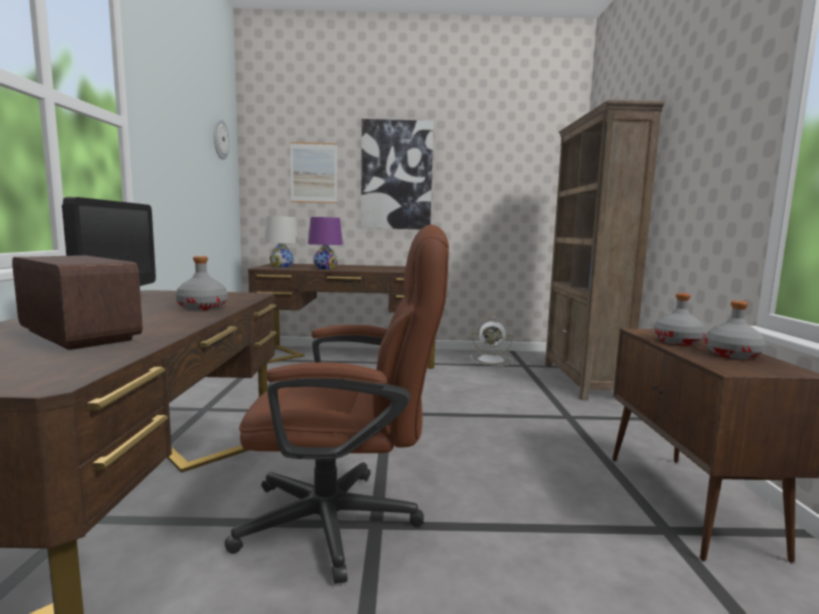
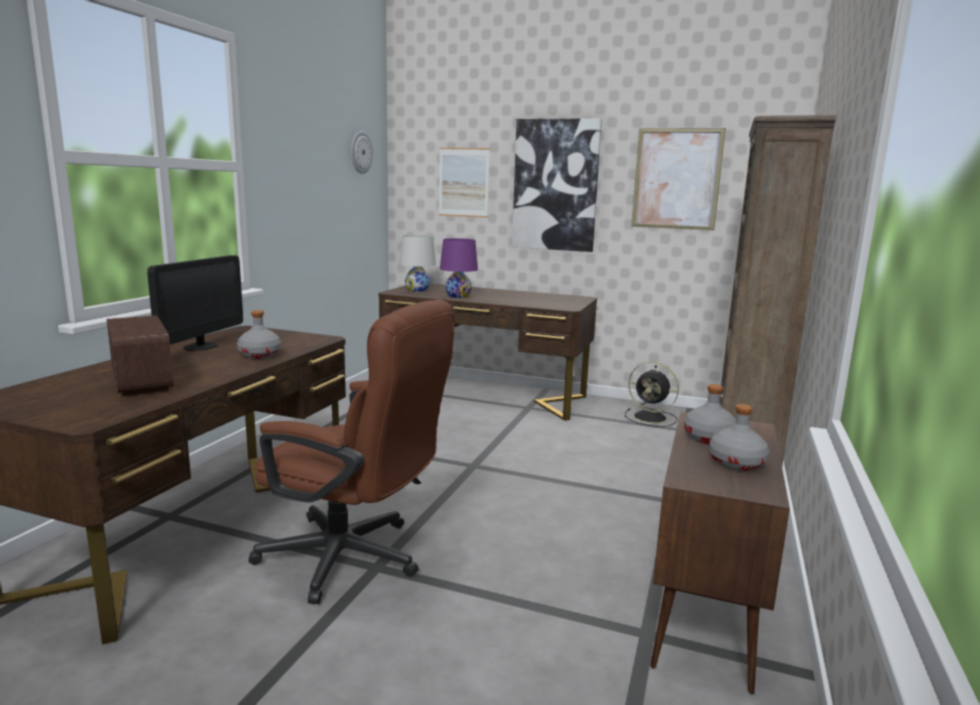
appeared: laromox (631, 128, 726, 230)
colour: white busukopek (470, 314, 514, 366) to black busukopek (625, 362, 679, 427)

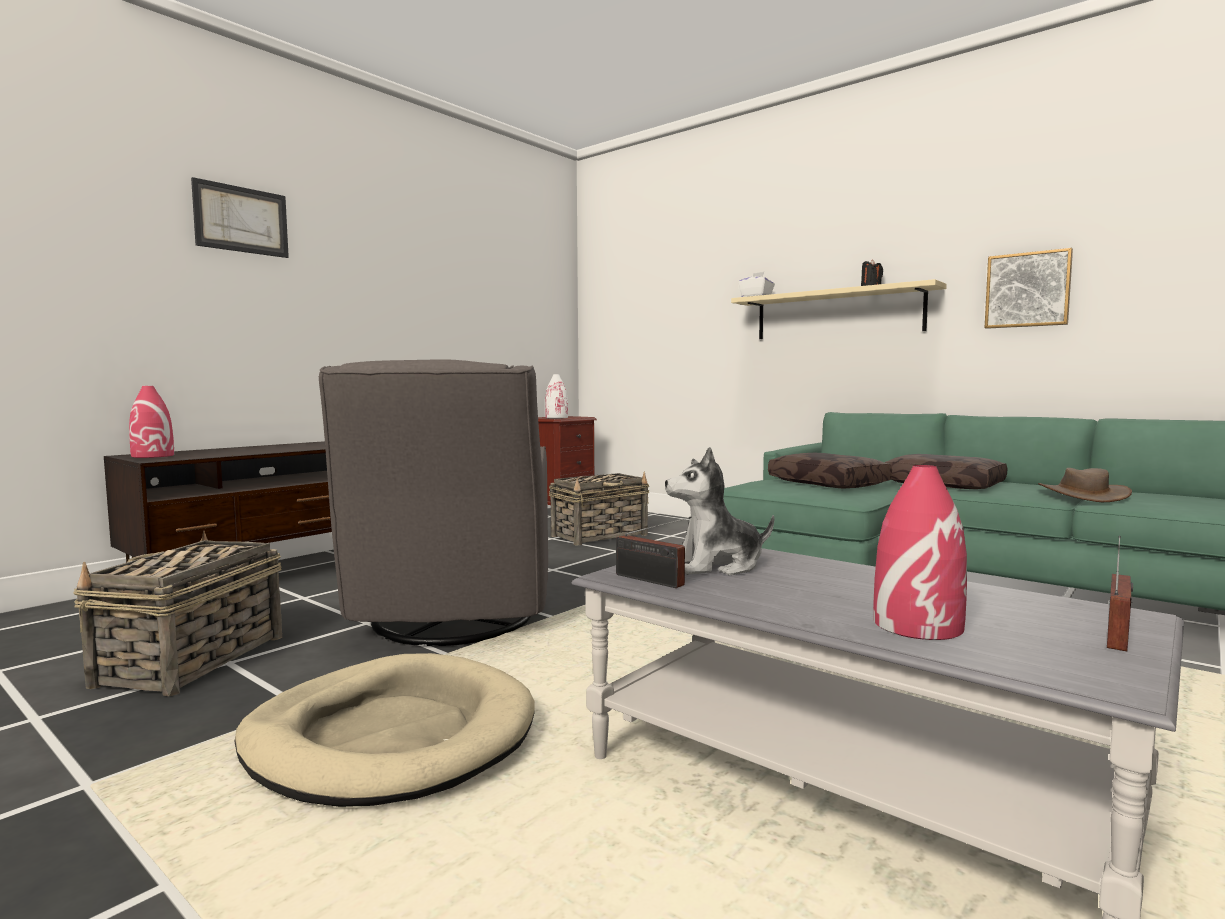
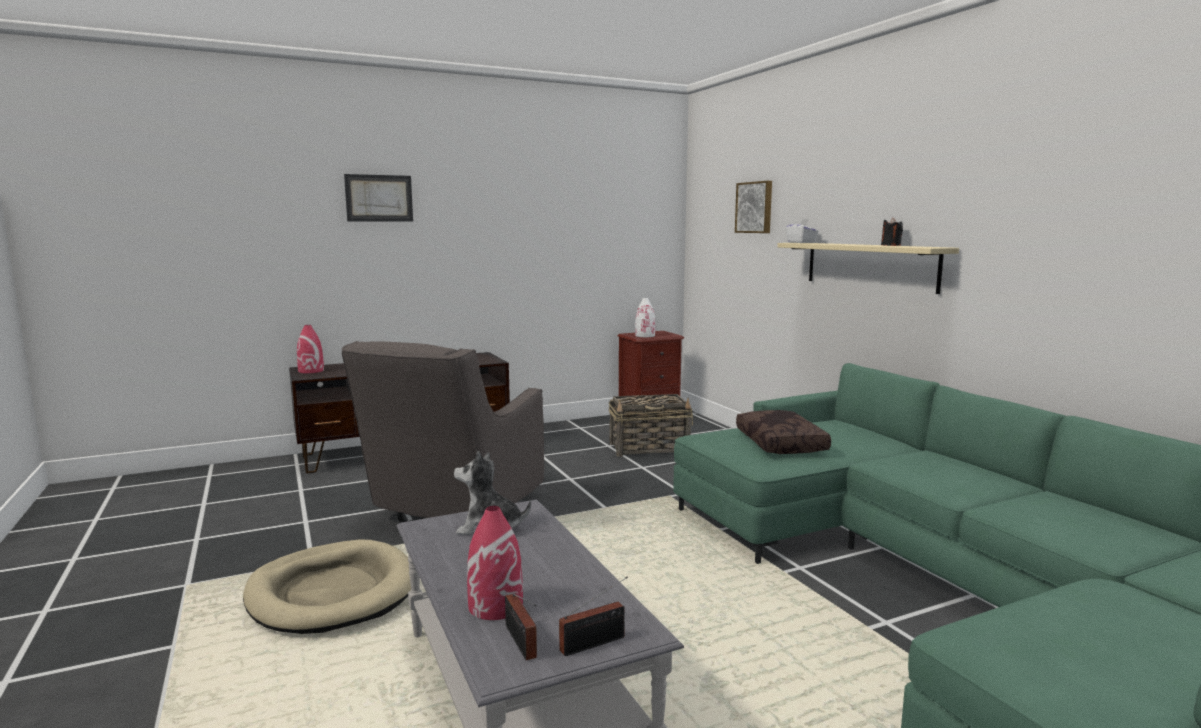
missing: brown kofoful (884, 454, 1007, 489); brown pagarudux (1038, 468, 1132, 502); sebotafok (73, 530, 282, 696)
relocated: laromox (985, 248, 1073, 329) to (735, 181, 772, 233); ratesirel (616, 517, 692, 588) to (505, 593, 537, 660)

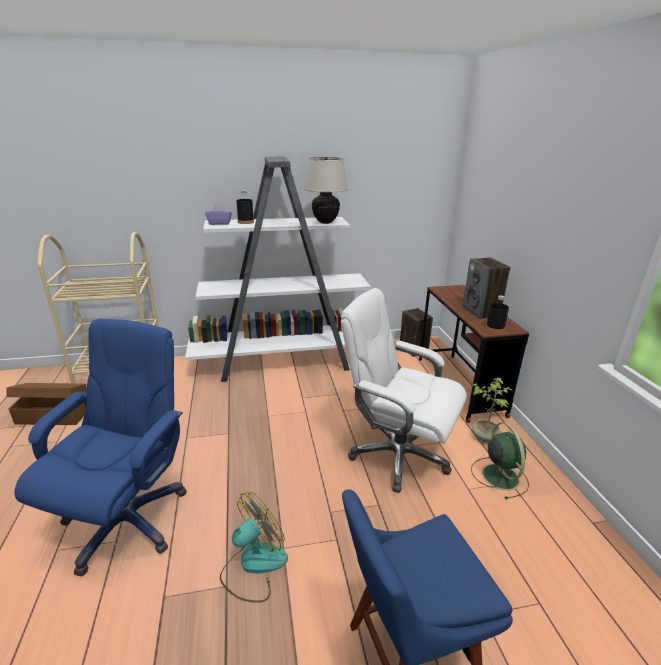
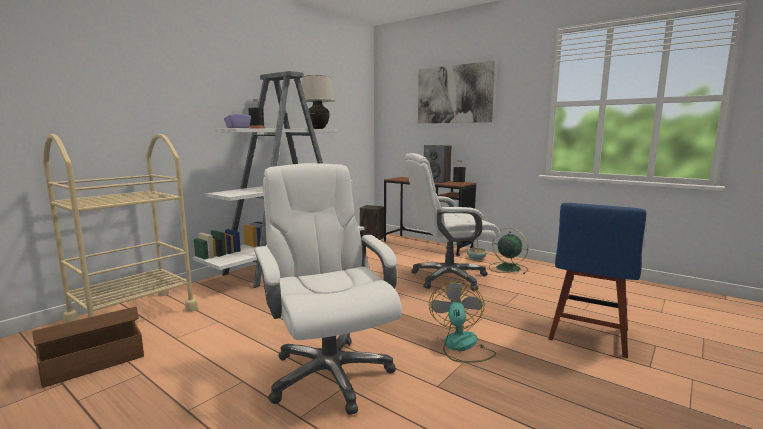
appeared: laromox (418, 61, 495, 123)
colour: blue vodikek (14, 319, 187, 576) to white vodikek (254, 163, 402, 415)

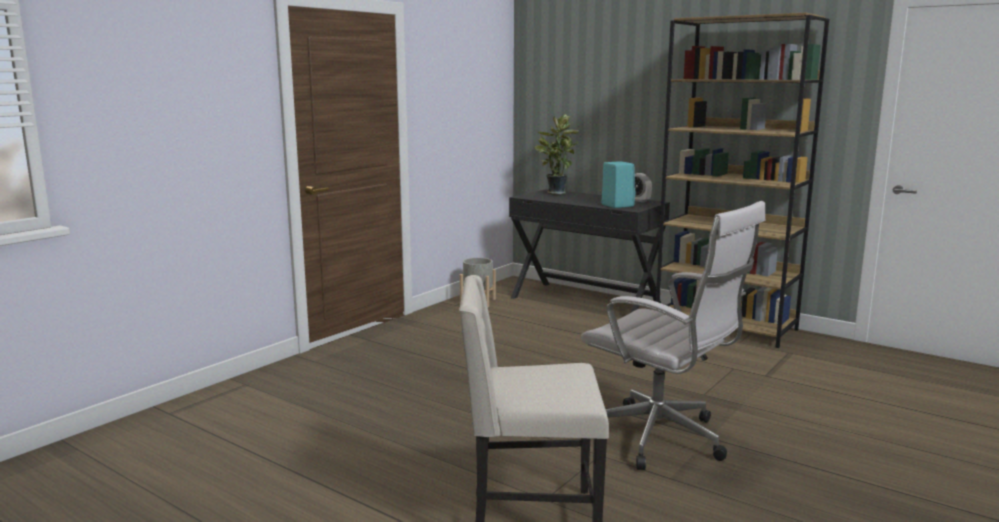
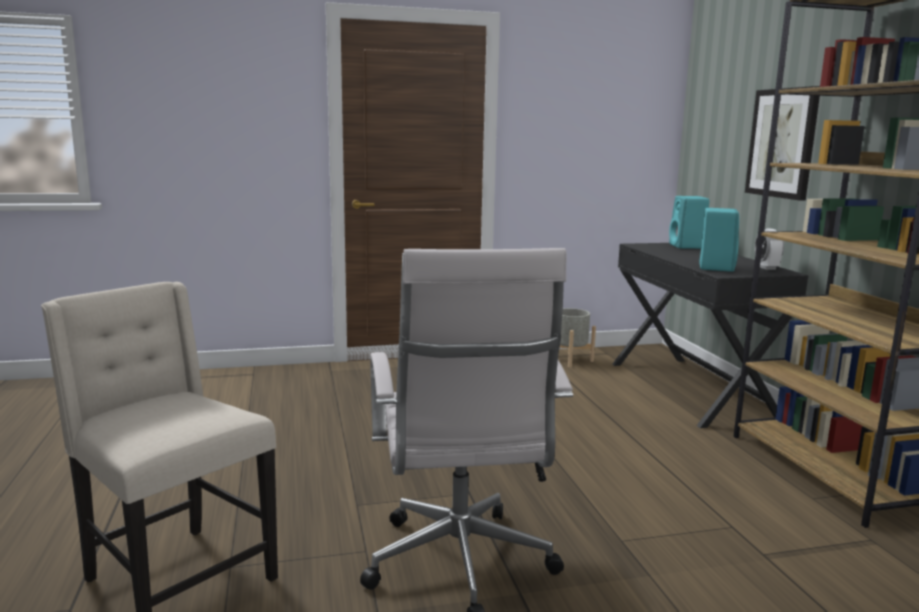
appeared: laromox (745, 86, 820, 201)
exchanged: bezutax (534, 114, 579, 195) to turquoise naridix (669, 196, 710, 249)

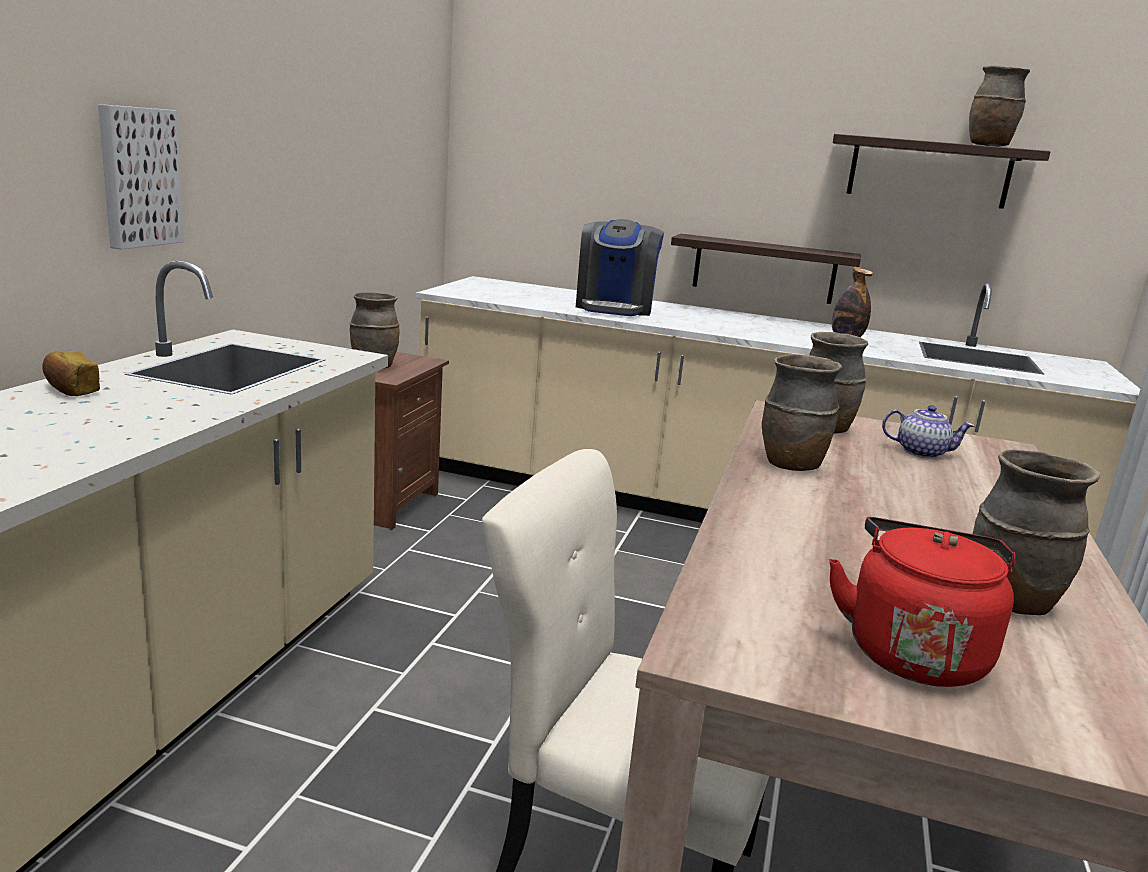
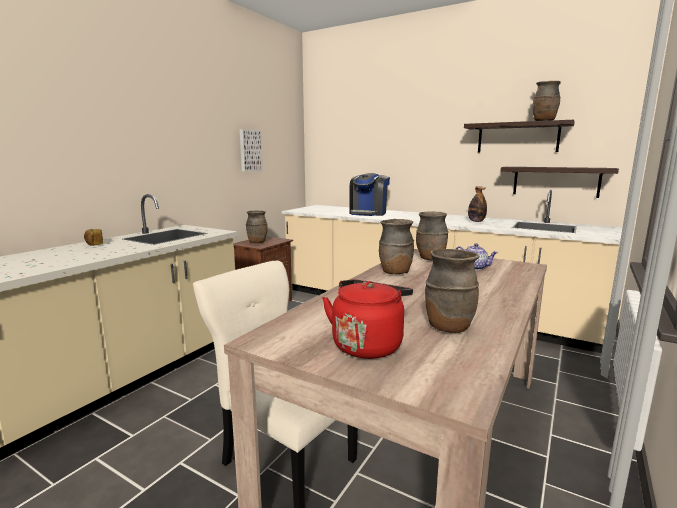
relocated: laromox (98, 104, 184, 250) to (240, 129, 263, 172); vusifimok (671, 234, 861, 304) to (501, 167, 619, 198)

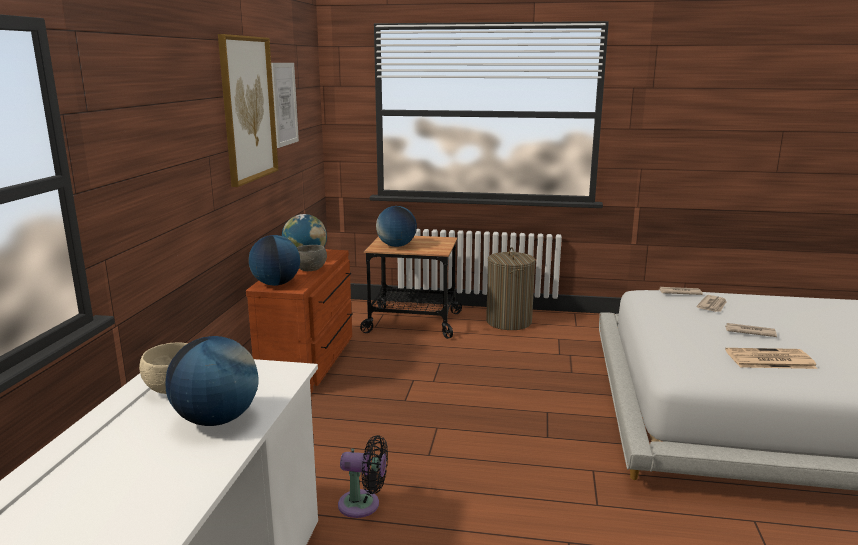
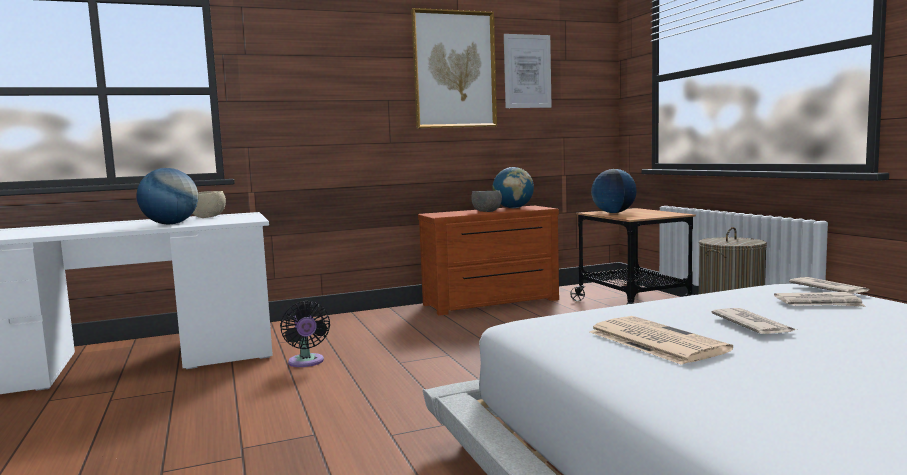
missing: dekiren (249, 235, 300, 286)

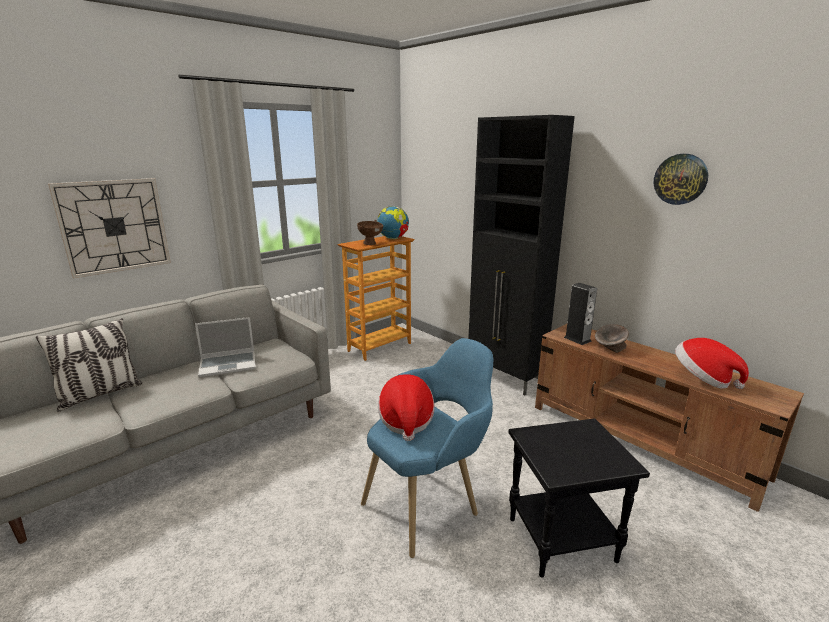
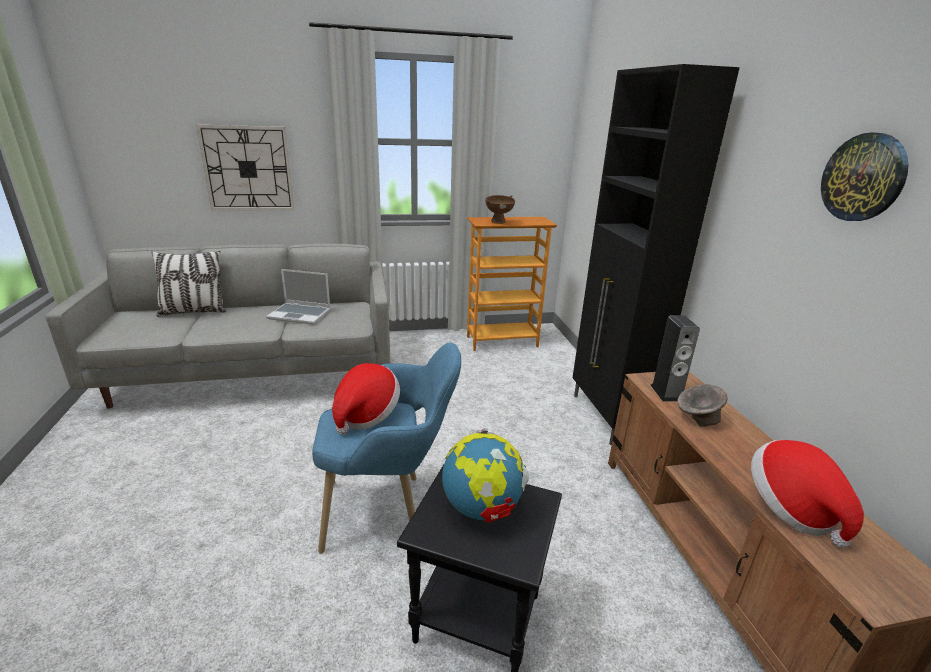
relocated: dekiren (377, 206, 409, 239) to (442, 428, 529, 522)

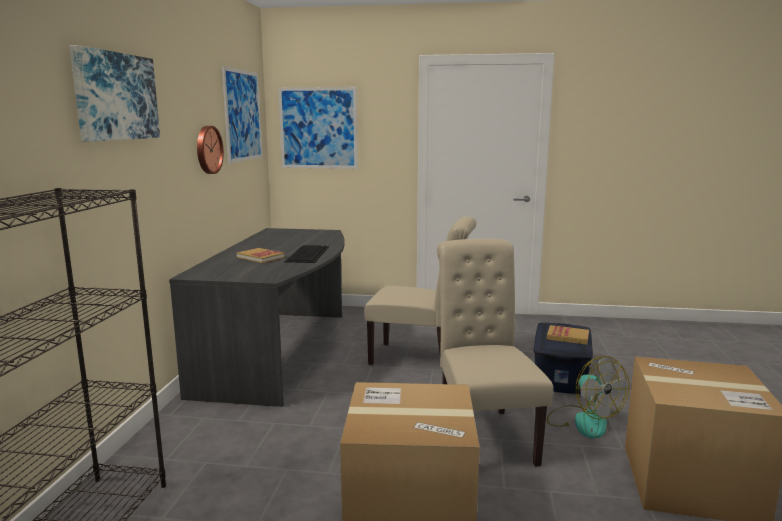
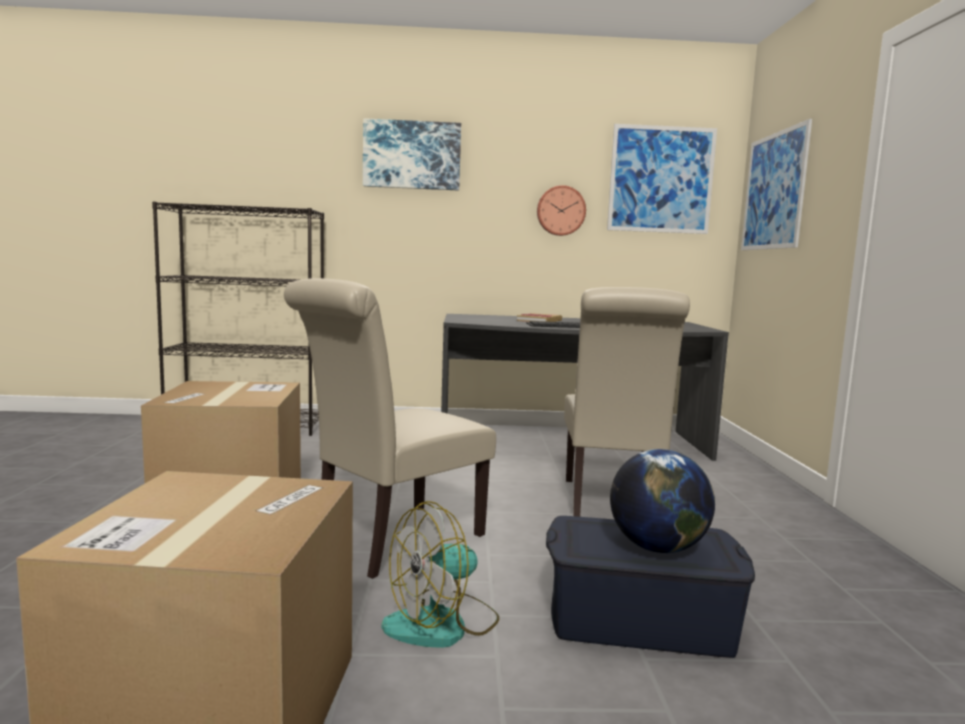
exchanged: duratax (547, 325, 589, 345) to dekiren (610, 449, 715, 553)
spun: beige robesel (437, 239, 553, 467) = (284, 278, 496, 579) 150 degrees clockwise

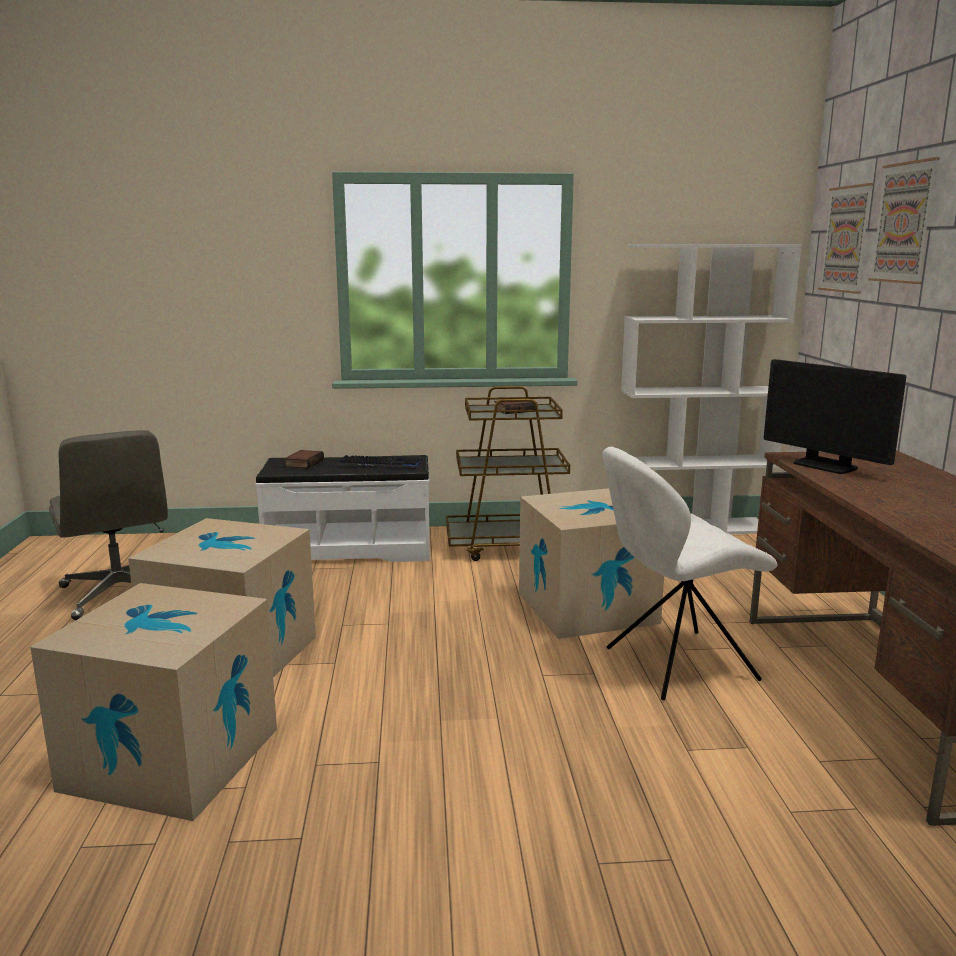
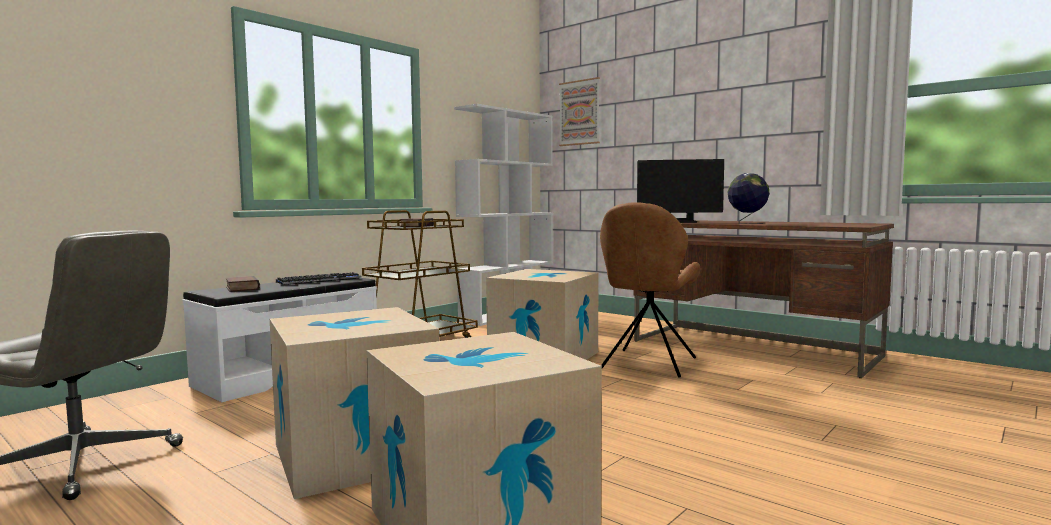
missing: laromox (868, 157, 940, 284)
appeared: dekiren (727, 173, 770, 224)
colour: white robesel (602, 447, 778, 700) to brown robesel (600, 202, 700, 378)

